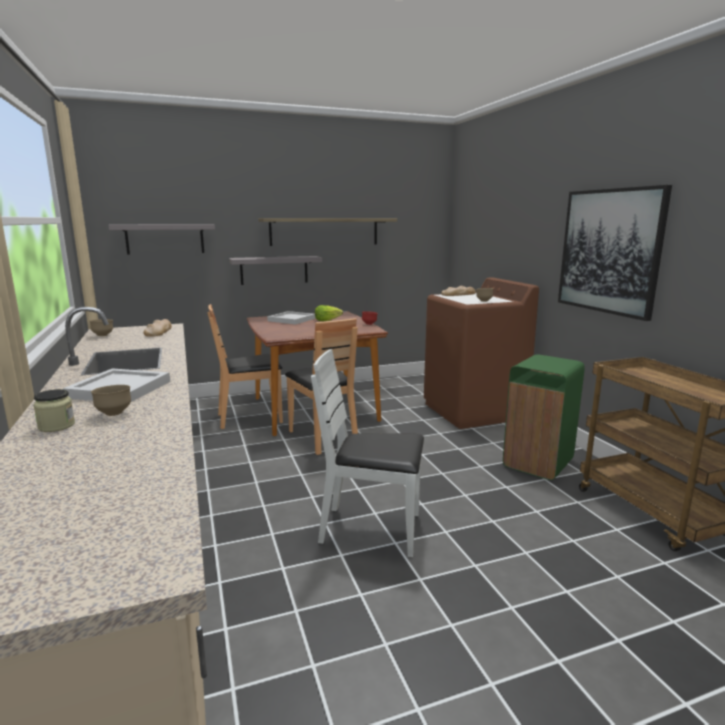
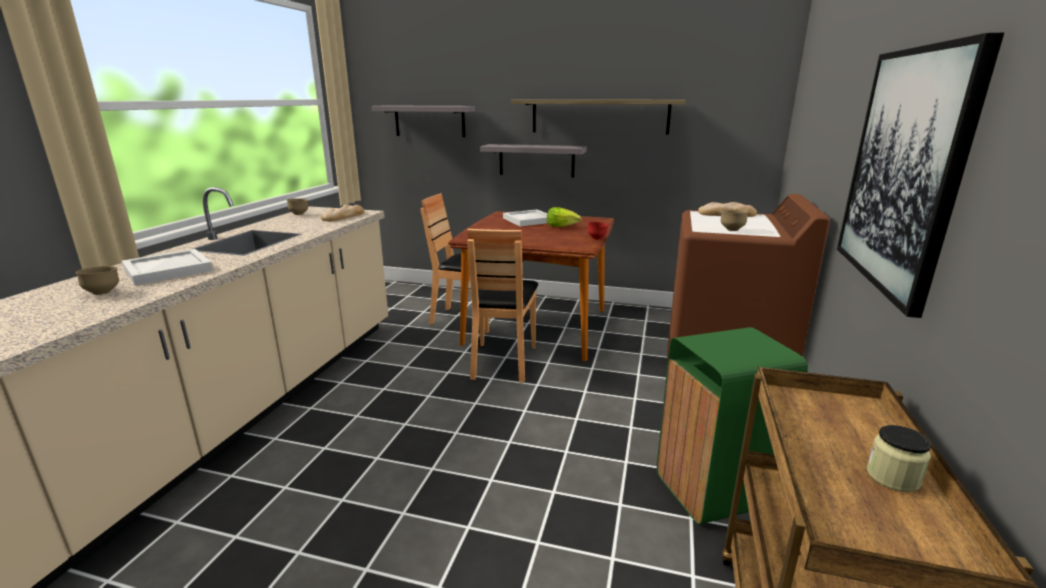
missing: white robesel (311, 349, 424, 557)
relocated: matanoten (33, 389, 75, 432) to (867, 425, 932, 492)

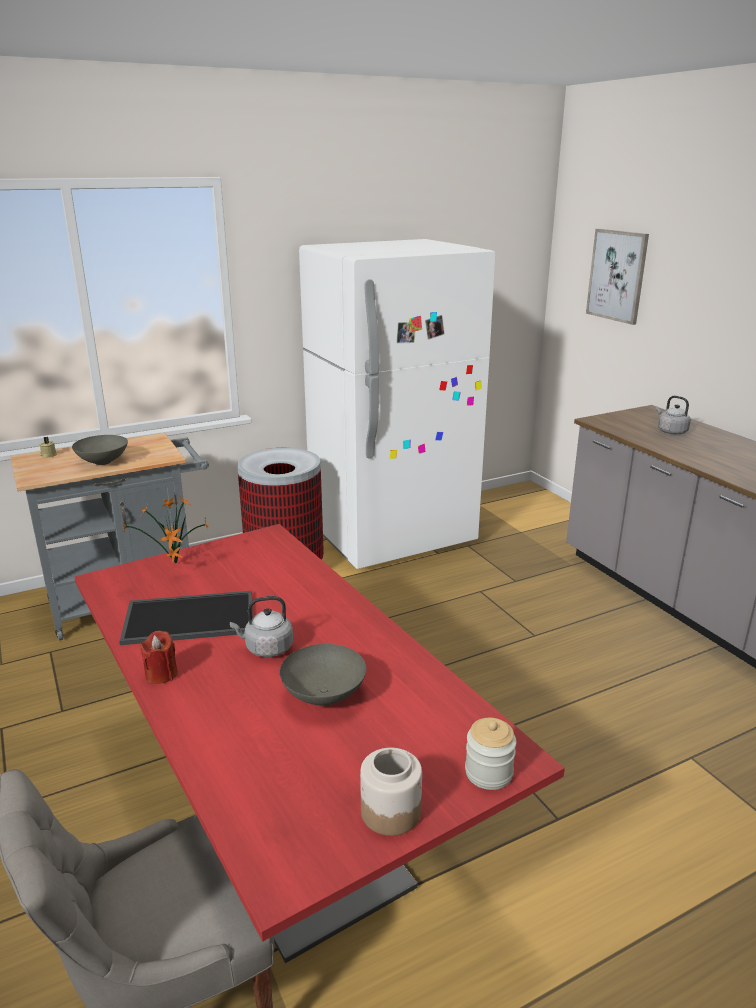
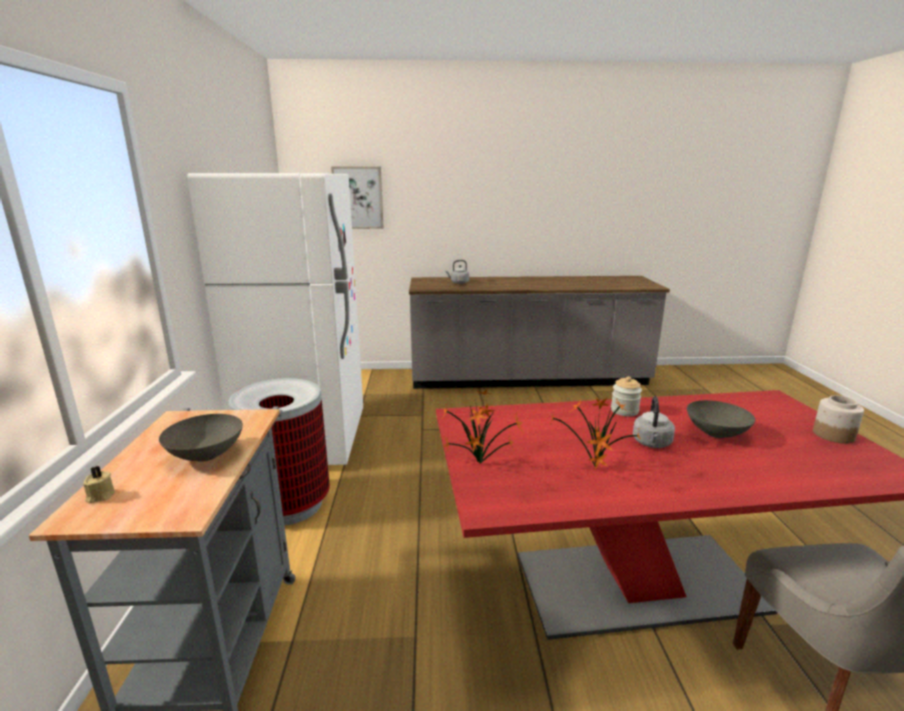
missing: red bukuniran (140, 631, 178, 684)
relocated: matanoten (465, 718, 516, 790) to (611, 376, 642, 416)
exchanged: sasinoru (120, 591, 253, 645) to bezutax (551, 398, 641, 469)

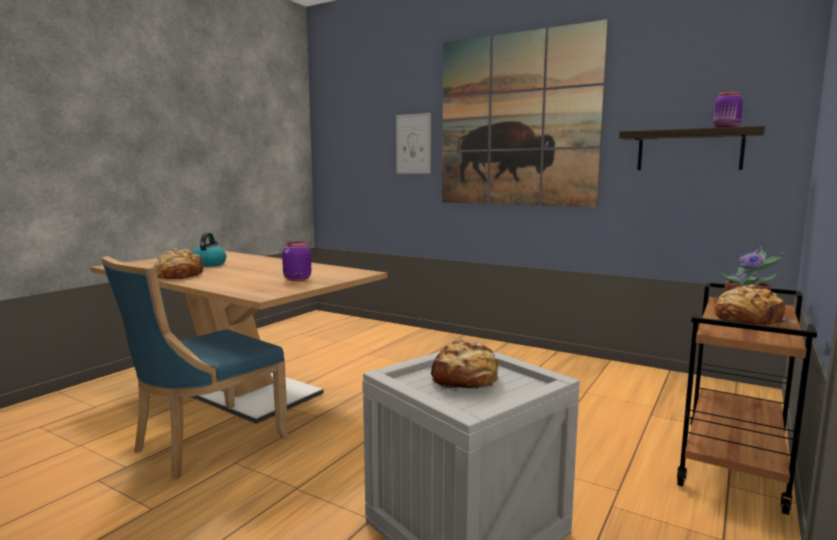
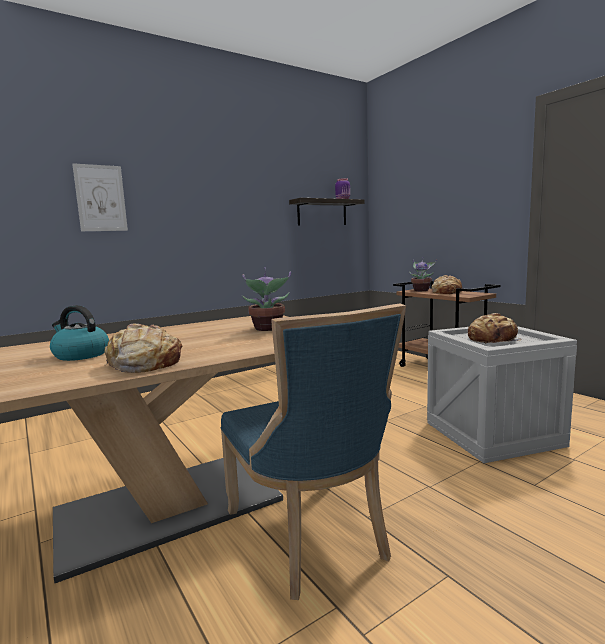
missing: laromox (442, 19, 608, 207)
exchanged: purple matanoten (282, 241, 311, 281) to bezutax (242, 267, 291, 331)

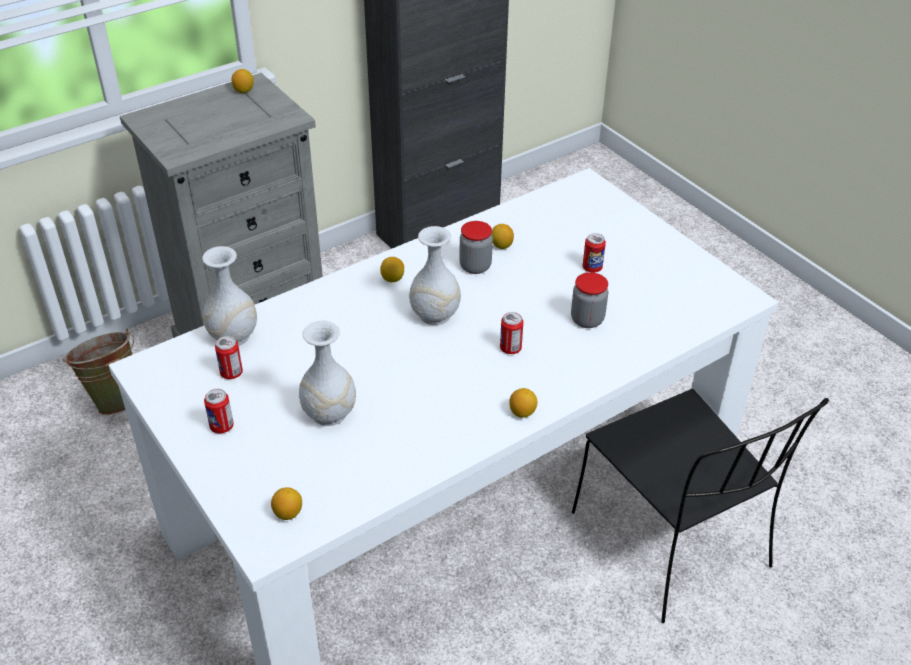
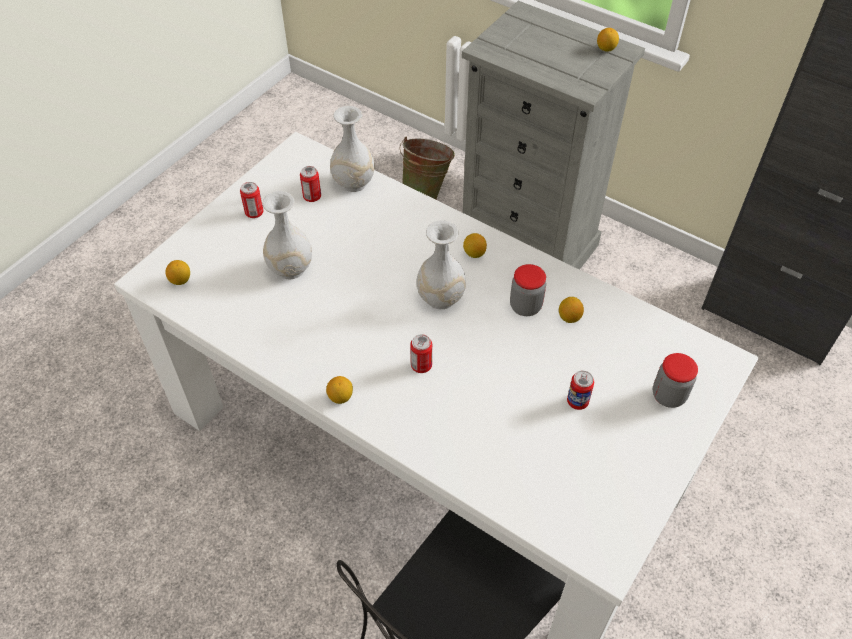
relocated: matanoten (571, 272, 608, 328) to (653, 353, 698, 408)

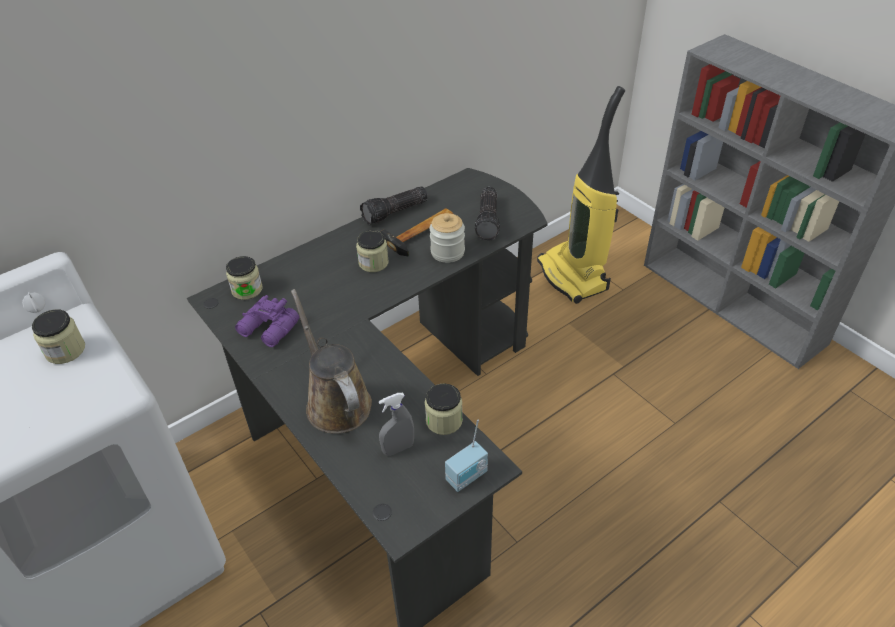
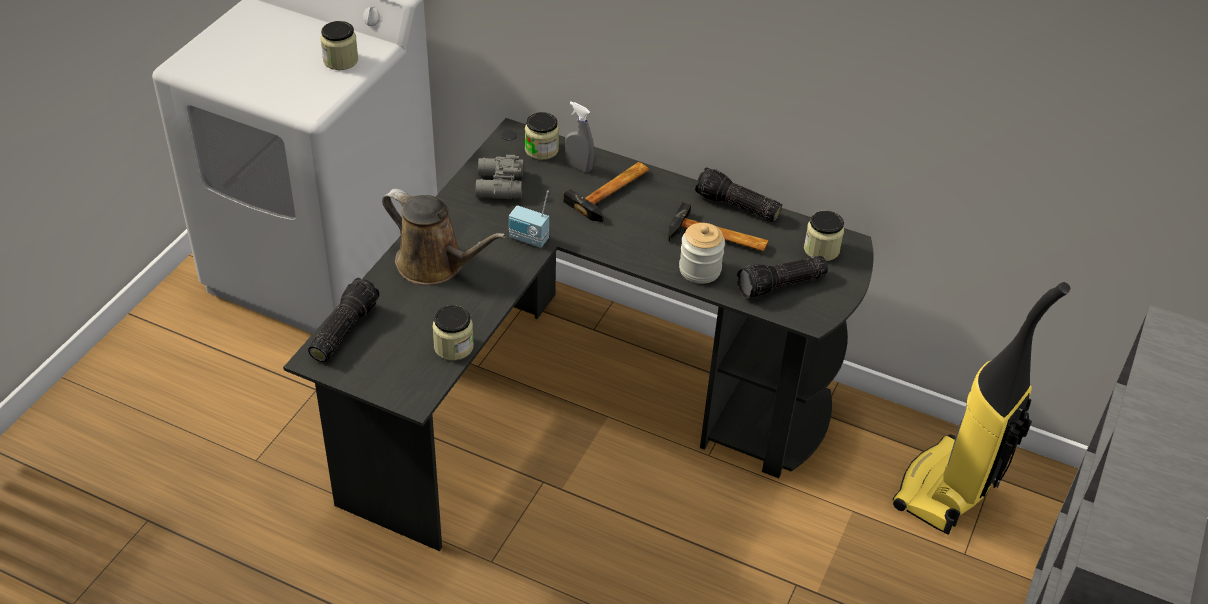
appeared: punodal (563, 162, 650, 222); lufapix (308, 278, 380, 362)
relocated: matanoten (356, 230, 389, 272) to (804, 211, 844, 261); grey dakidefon (379, 393, 414, 456) to (565, 101, 594, 172); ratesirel (445, 420, 488, 492) to (509, 191, 549, 248)
colour: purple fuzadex (235, 295, 299, 347) to grey fuzadex (476, 155, 524, 199)
spun: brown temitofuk (291, 289, 372, 434) = (382, 189, 507, 285) 90 degrees clockwise

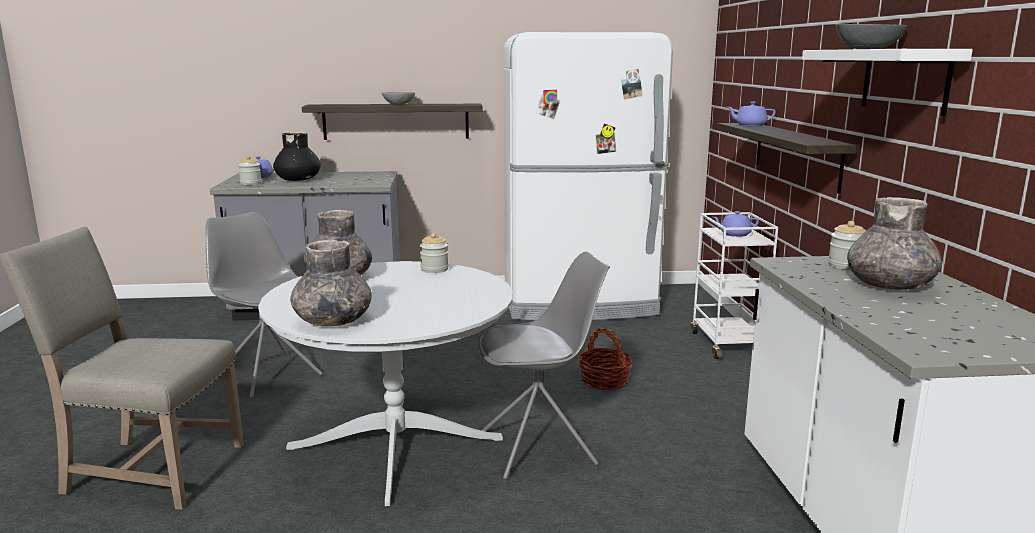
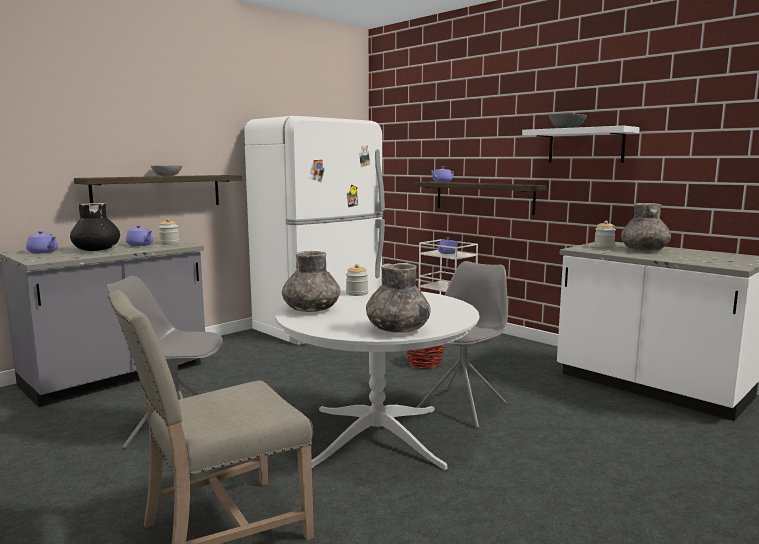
appeared: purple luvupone (126, 225, 153, 246)
relocated: matanoten (238, 155, 262, 185) to (159, 218, 179, 244)

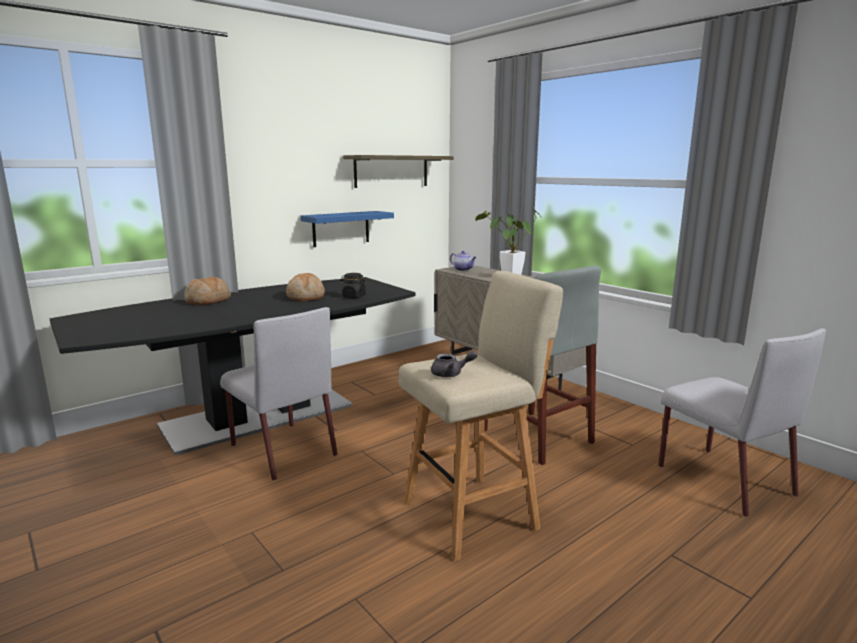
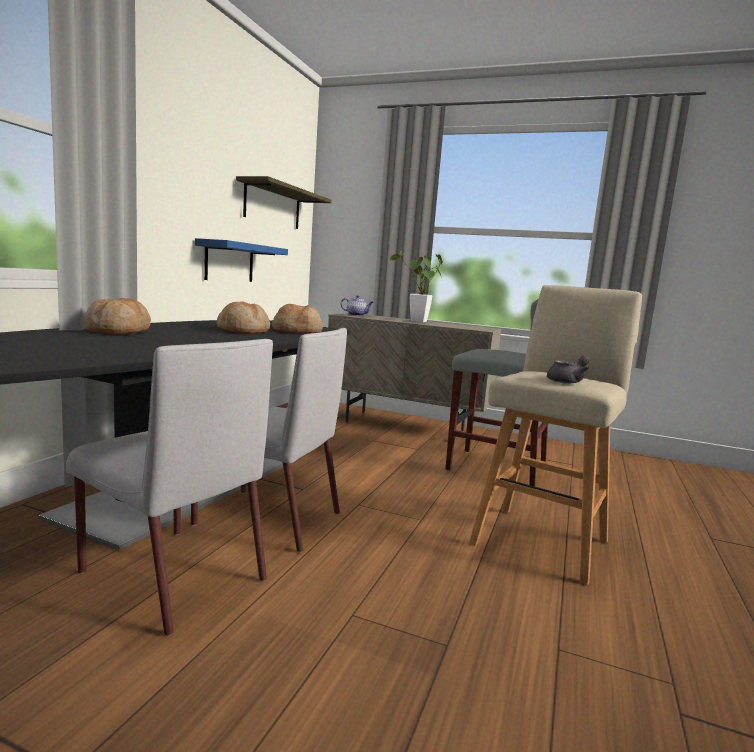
relocated: grey robesel (658, 328, 826, 517) to (66, 339, 273, 636)
exchanged: black matanoten (341, 273, 366, 298) to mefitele (272, 304, 323, 334)

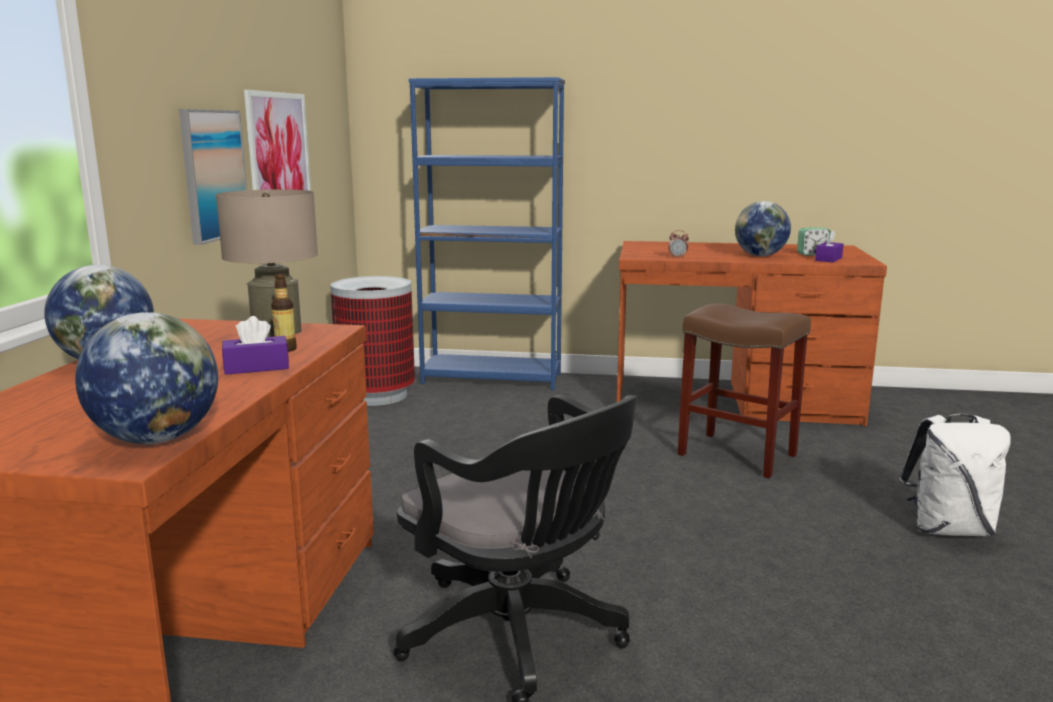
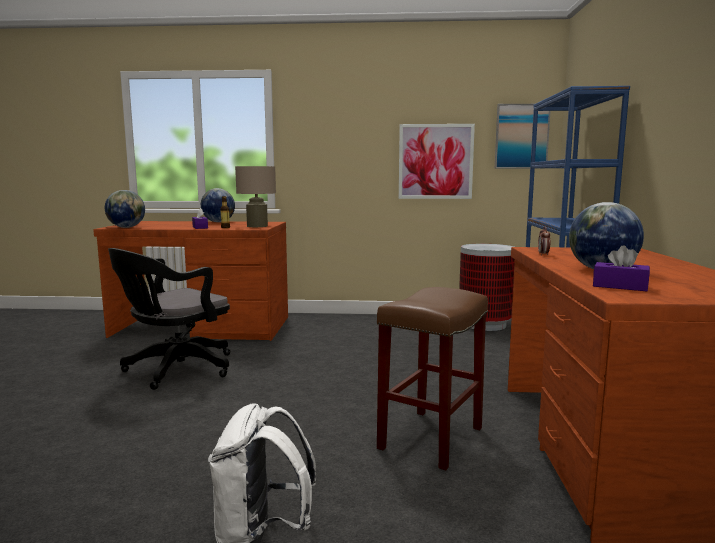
missing: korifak (797, 227, 831, 256)
relocated: laromox (179, 109, 247, 245) to (495, 104, 551, 168)

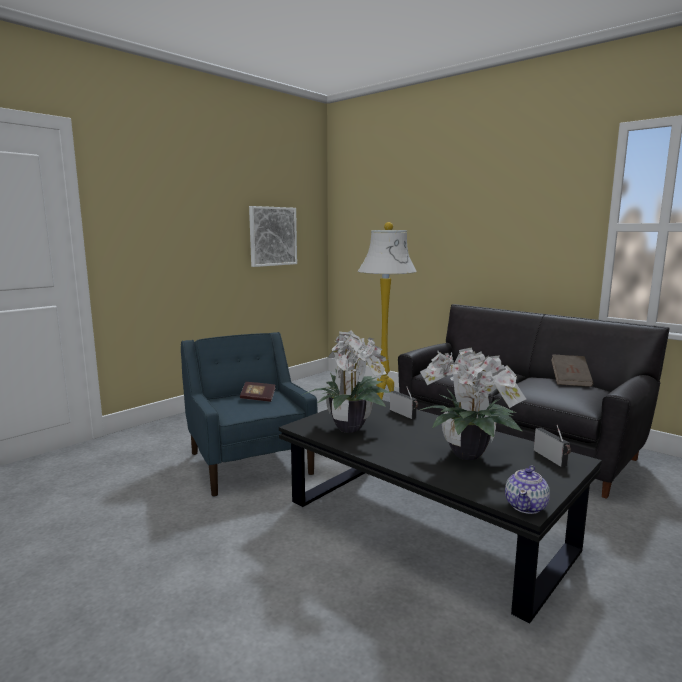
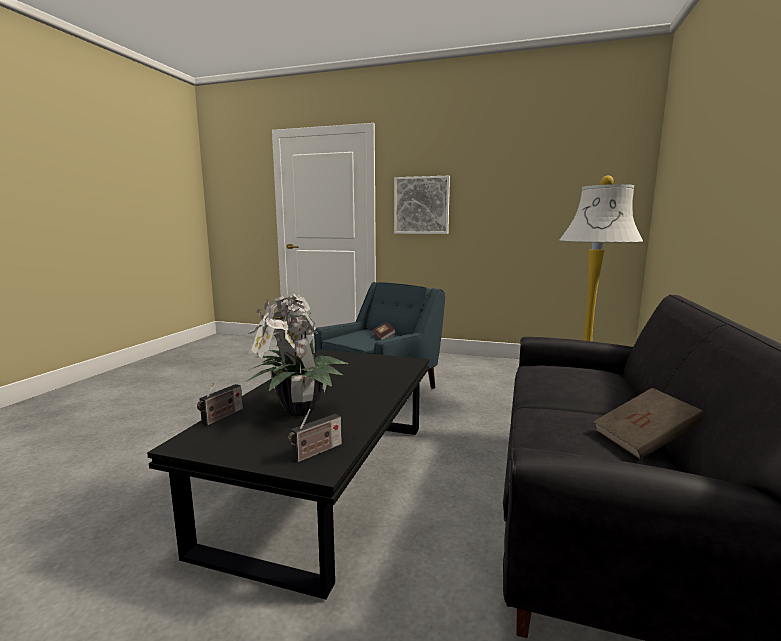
missing: bezutax (302, 330, 391, 433); luvupone (505, 465, 550, 514)
relocated: laromox (249, 206, 297, 267) to (394, 176, 450, 234); ratesirel (390, 386, 418, 419) to (197, 380, 243, 426)

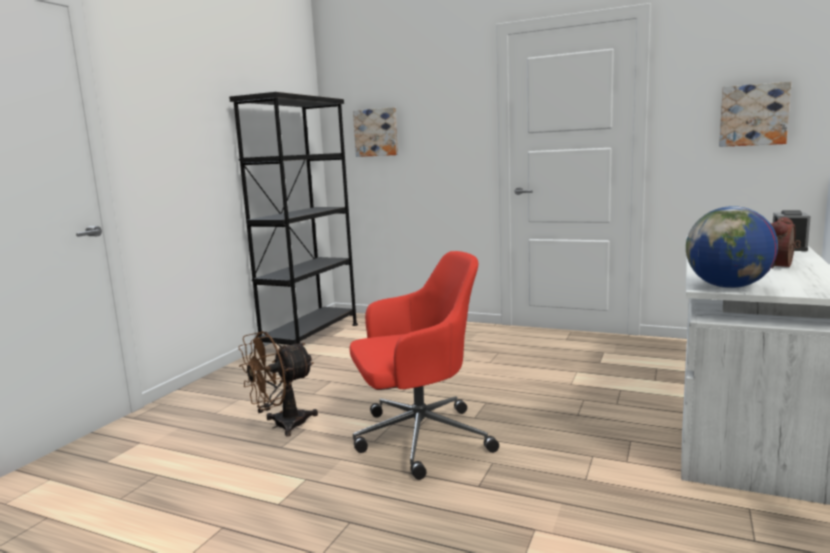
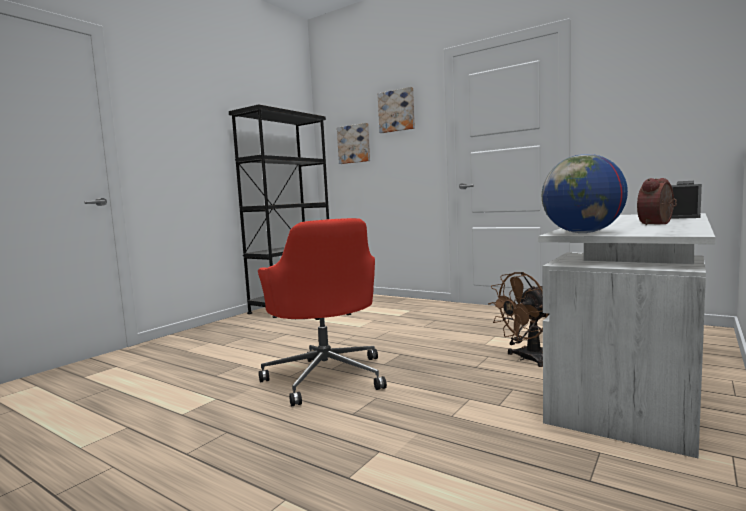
relocated: laromox (719, 81, 791, 147) to (378, 87, 415, 133); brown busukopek (238, 331, 318, 437) to (488, 272, 549, 367)
spun: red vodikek (349, 251, 499, 480) = (258, 218, 387, 406) 75 degrees clockwise

